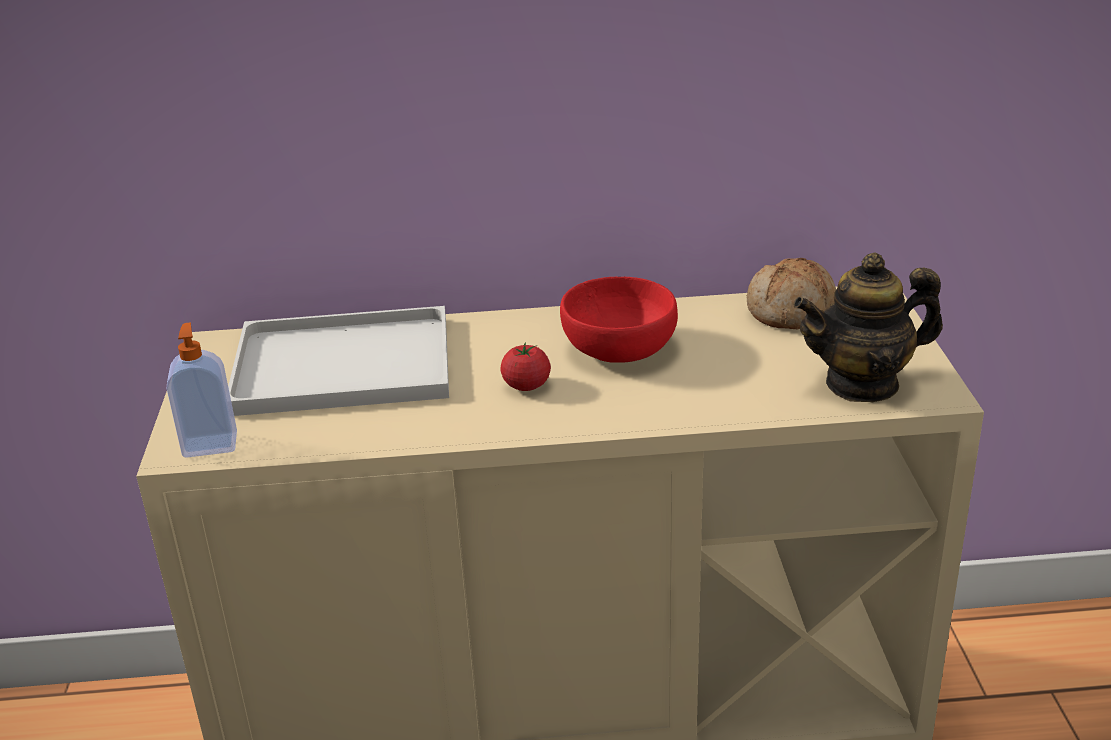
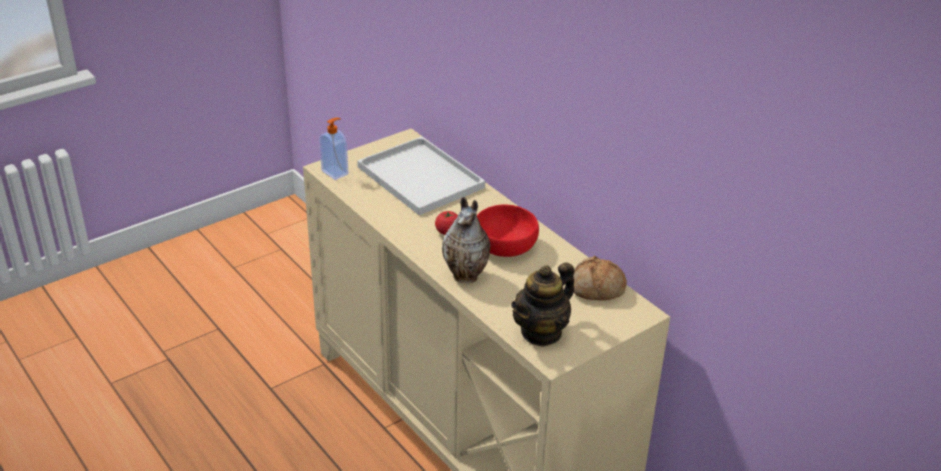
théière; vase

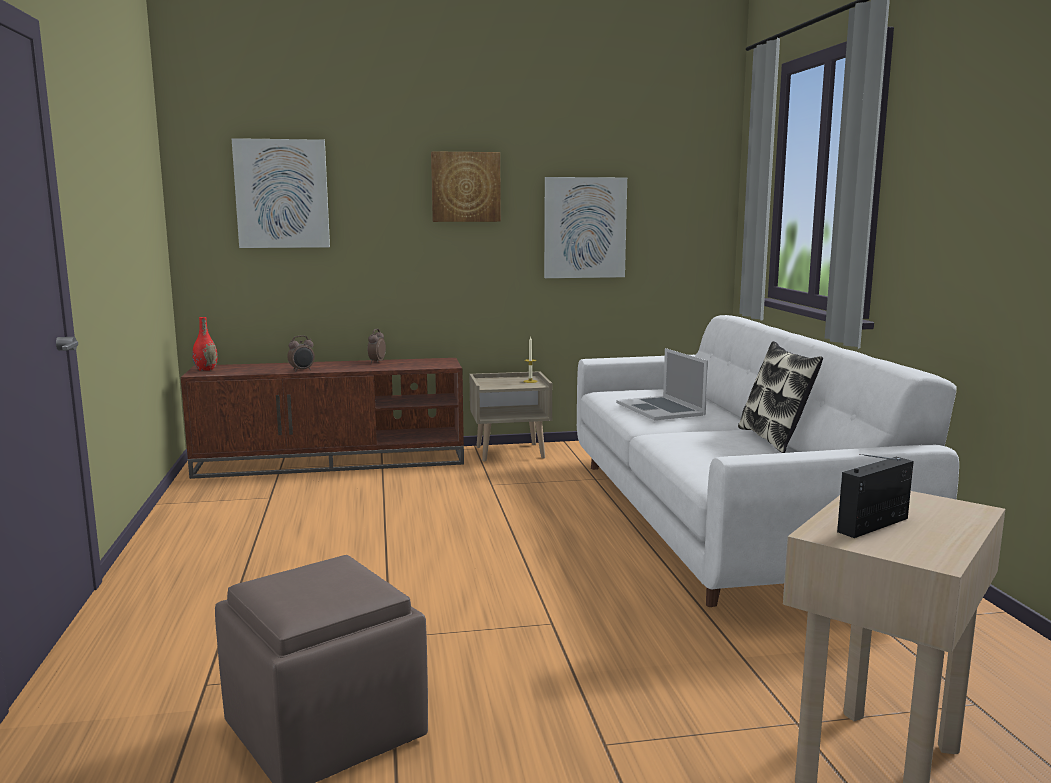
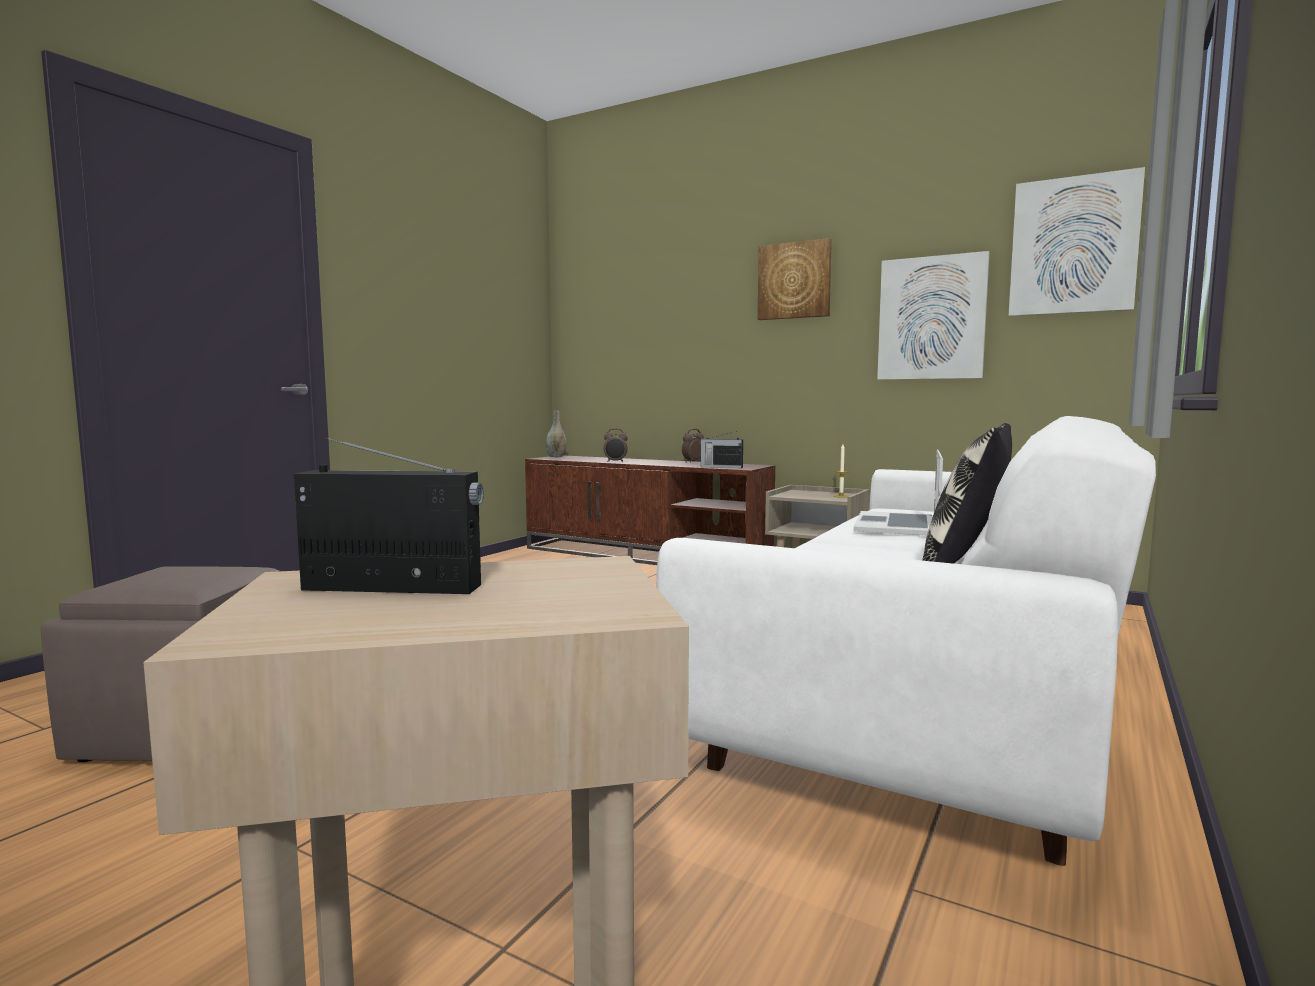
tableau (no. 3 from left); vase (gris); radio (no. 2 from left)

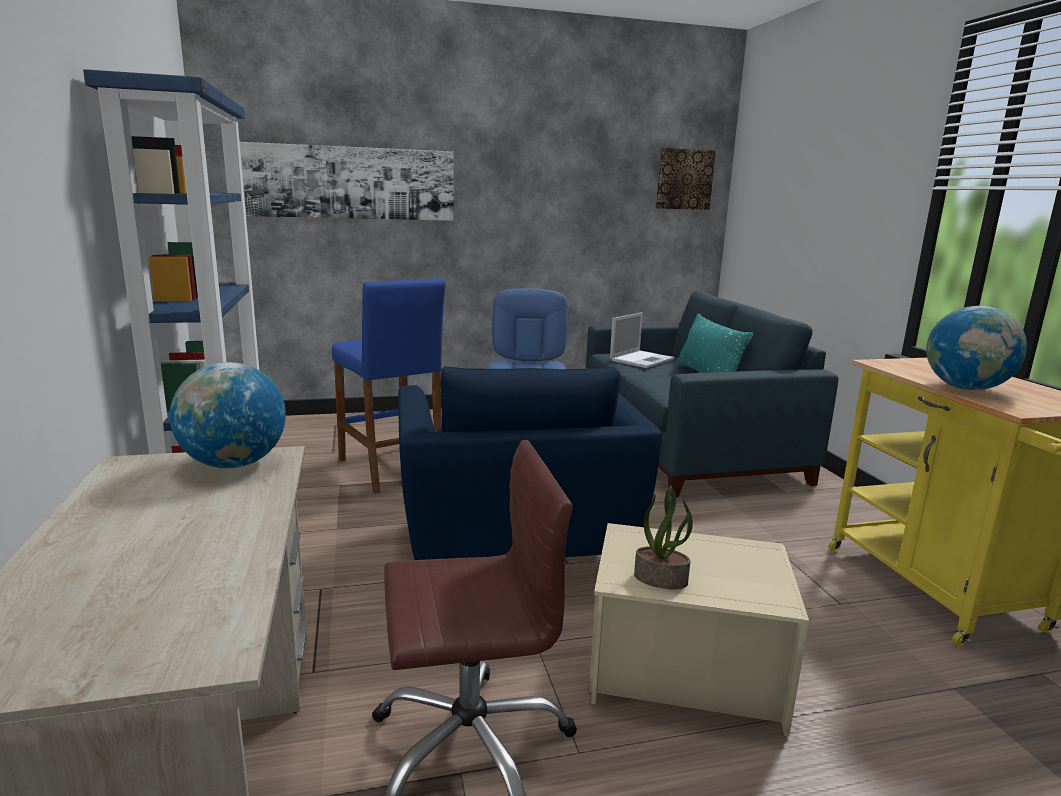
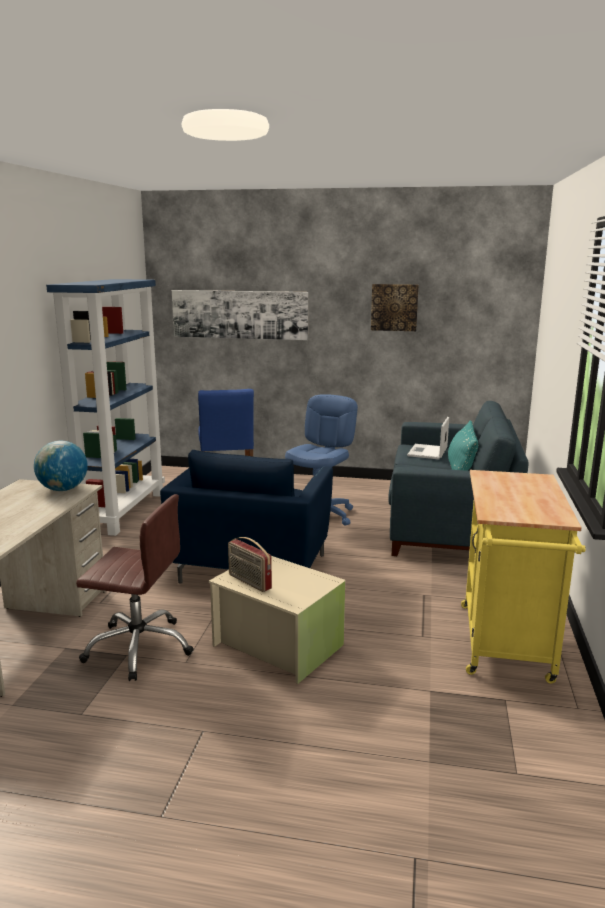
tableau (no. 2 from left); globe (no. 2 from left in the first image); ordinateur portable; radio

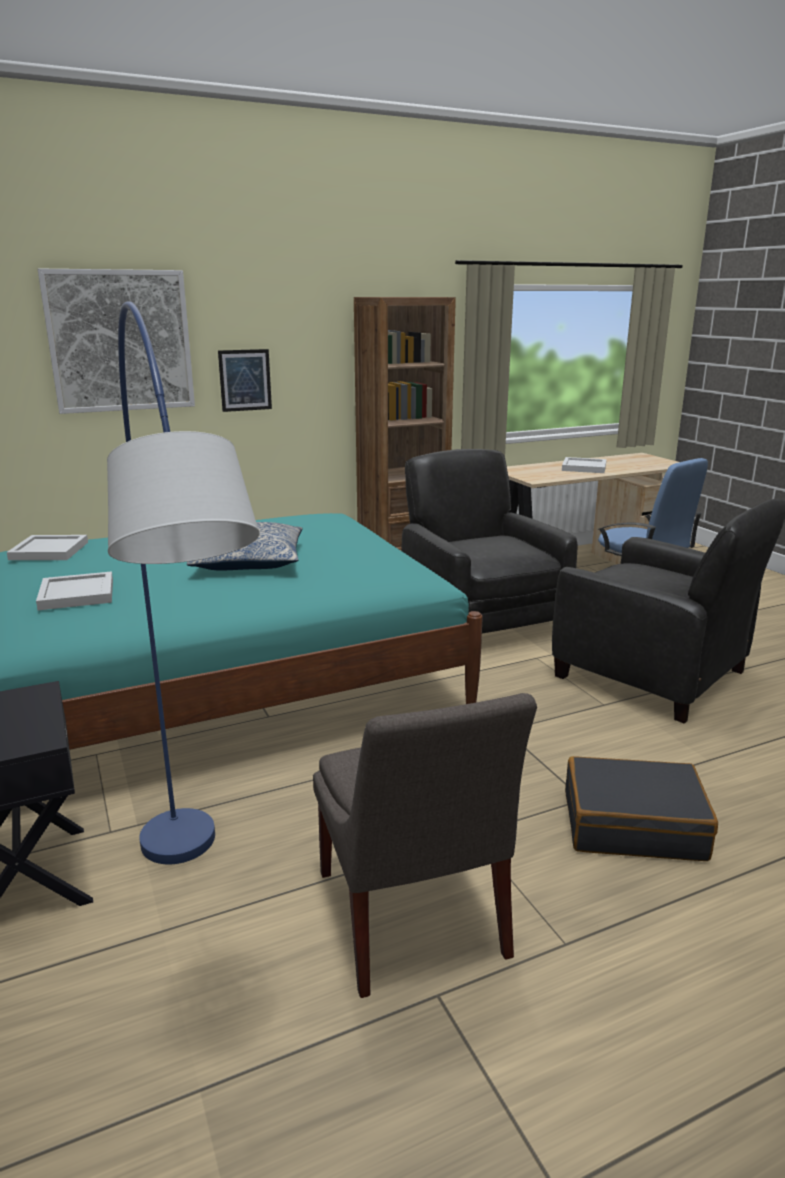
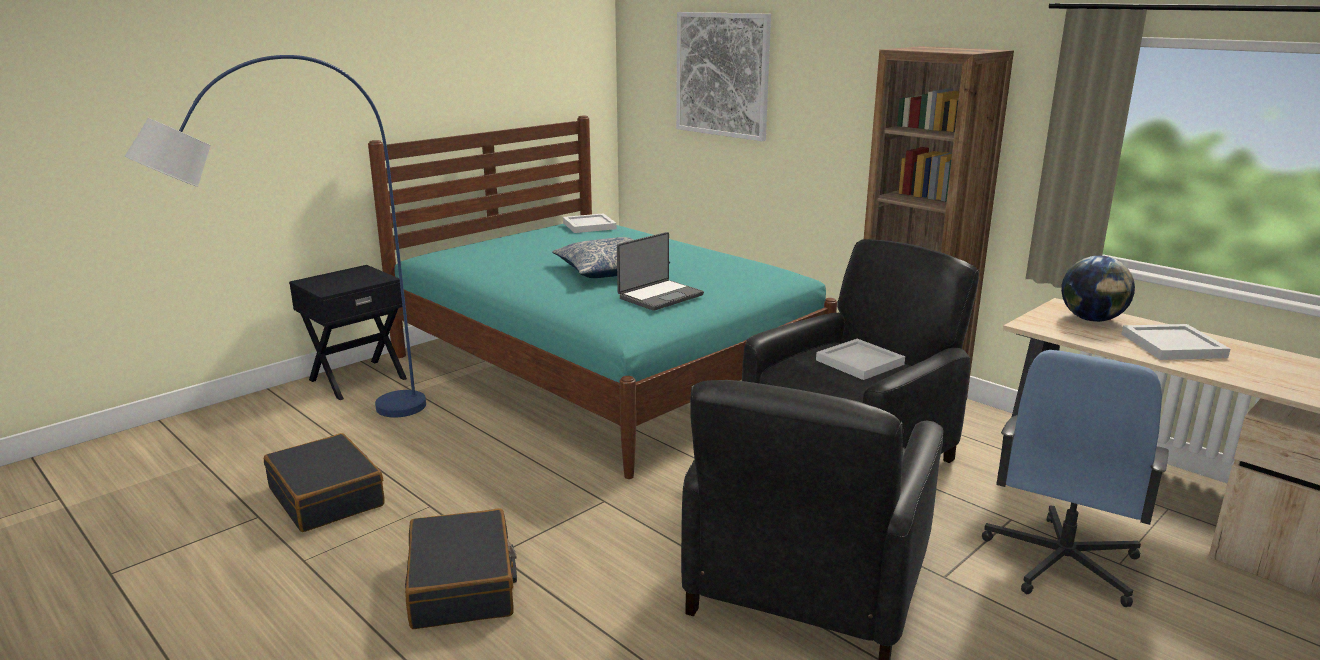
tableau (no. 2 from left in the first image); plateau (blanc) (no. 2 from left); valise (noir) (no. 1 from left); ordinateur portable; globe

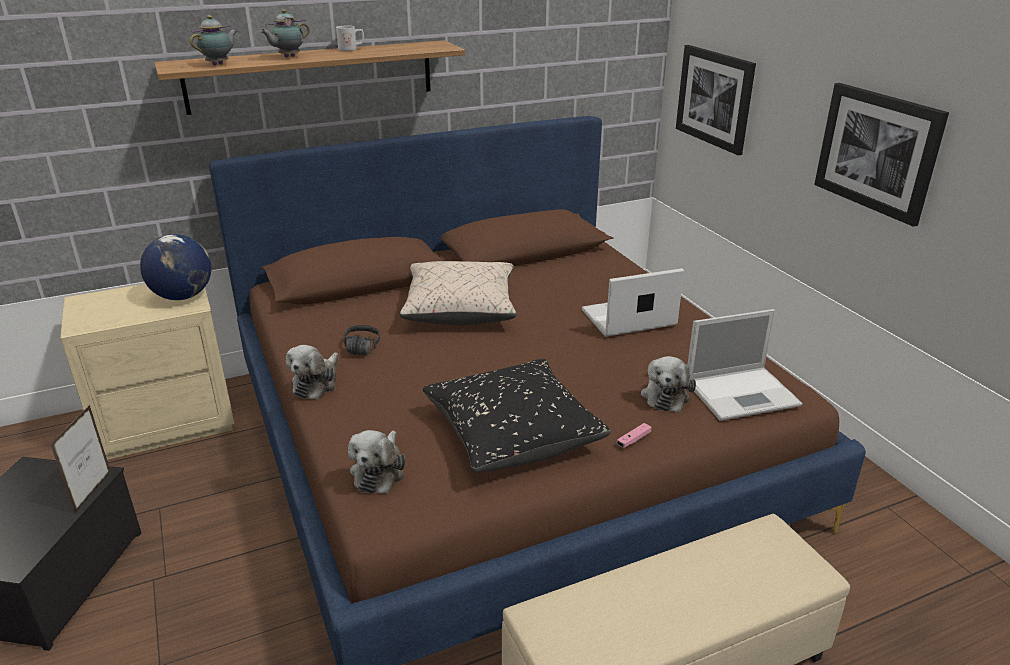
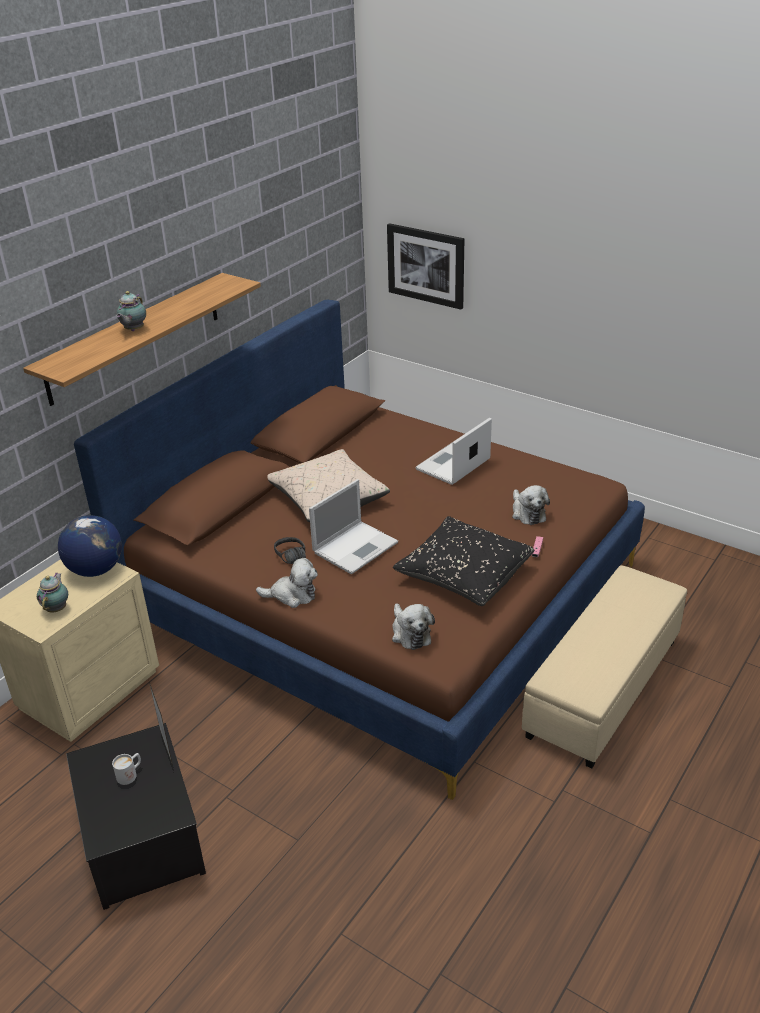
théière (no. 1 from left); mug (blanc); tableau (no. 2 from left in the first image); ordinateur portable (no. 1 from left); peluche (no. 1 from left)

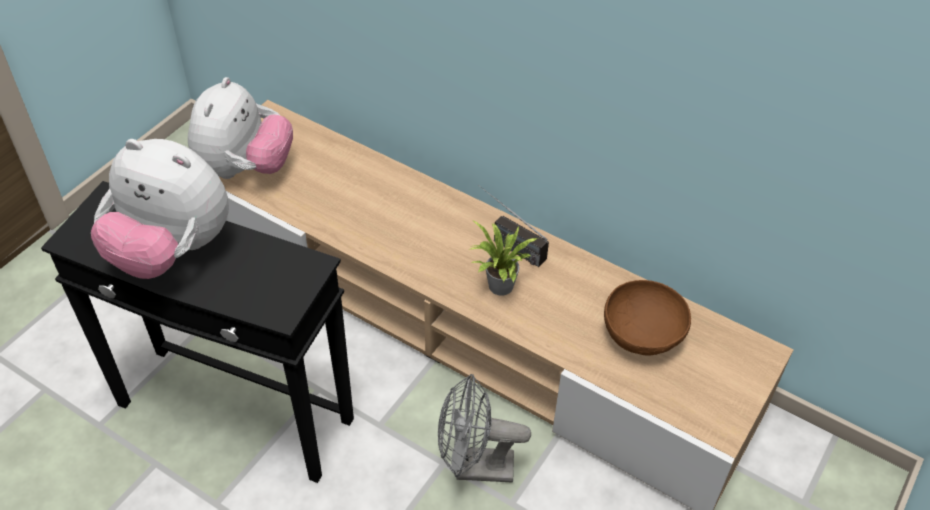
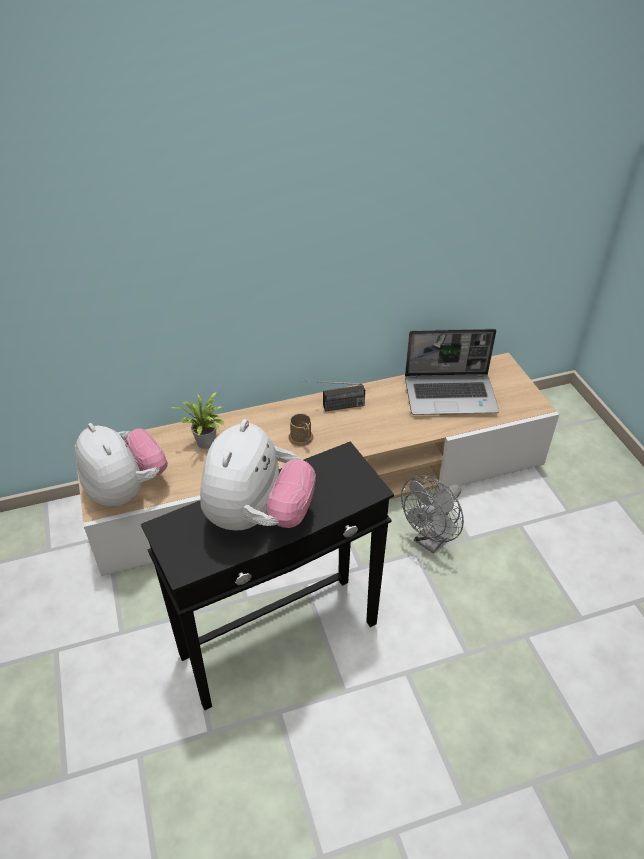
peluche (no. 2 from left); plante en pot; ordinateur portable; mug (marron)

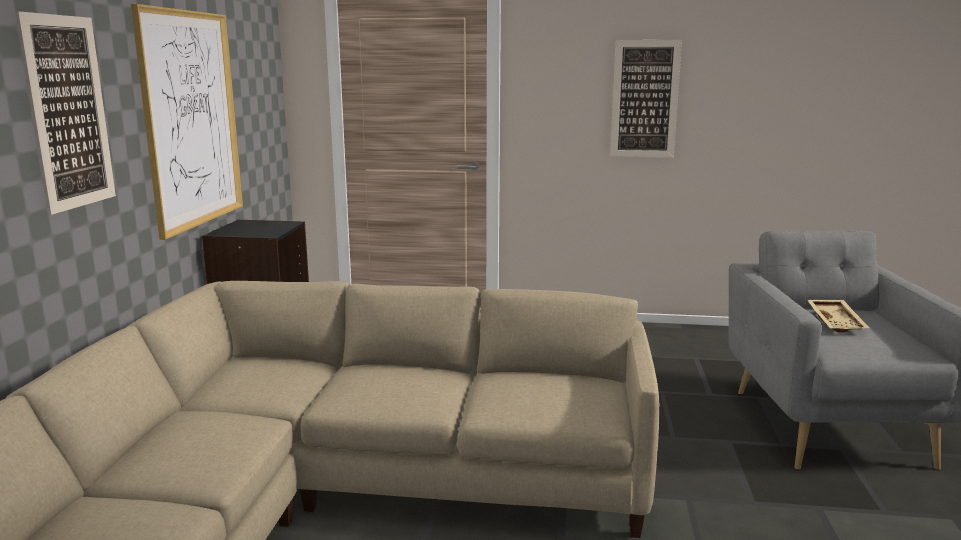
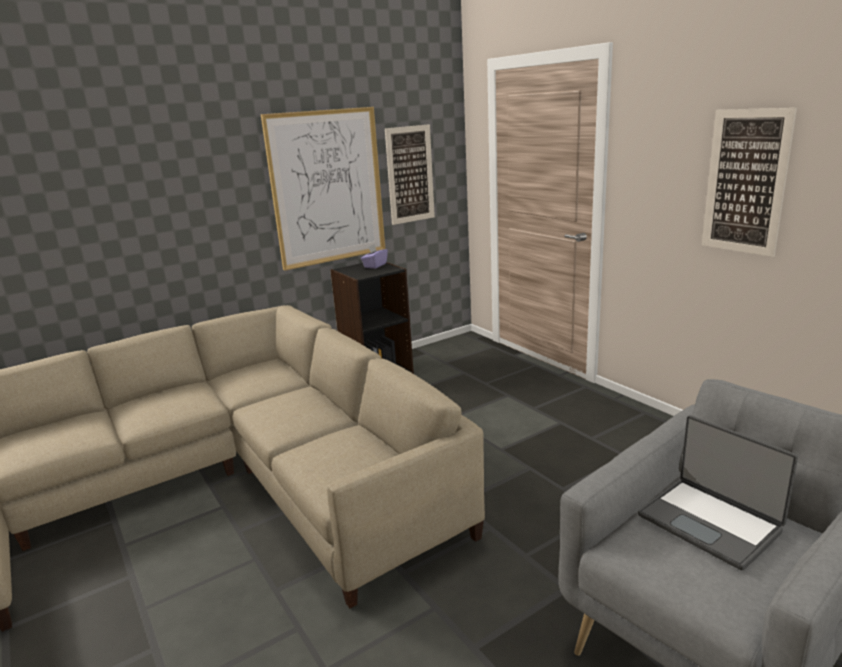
tableau (no. 2 from left); ordinateur portable; boîte à mouchoirs (violet)

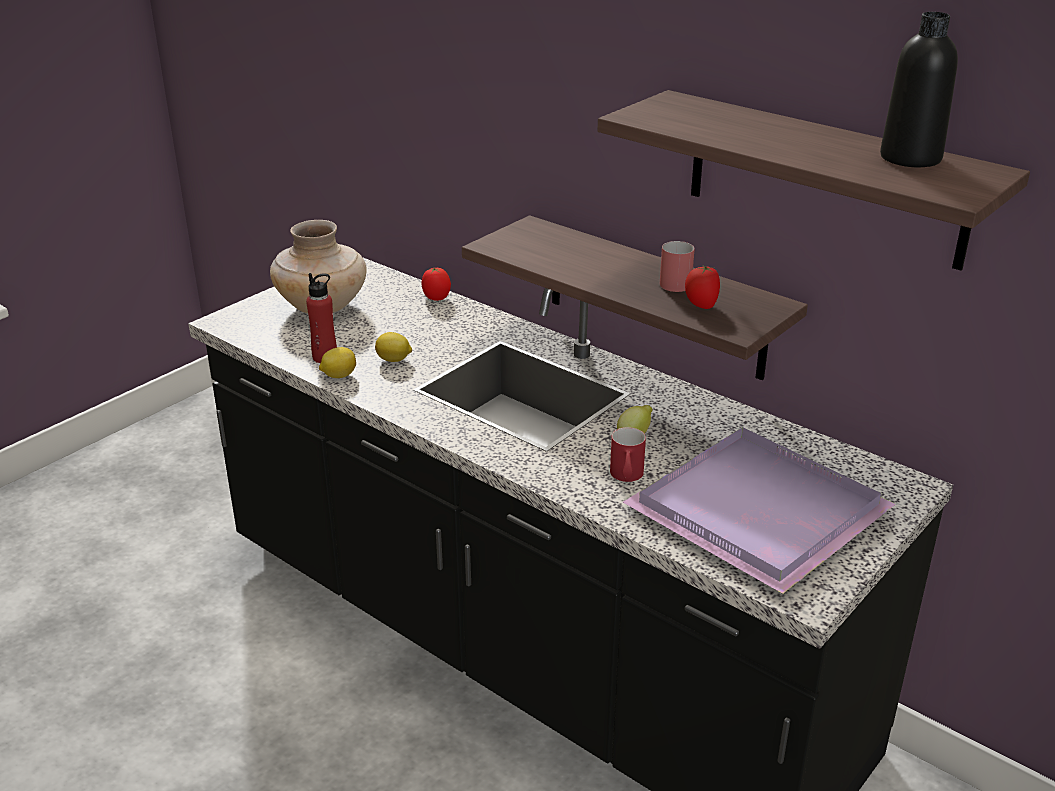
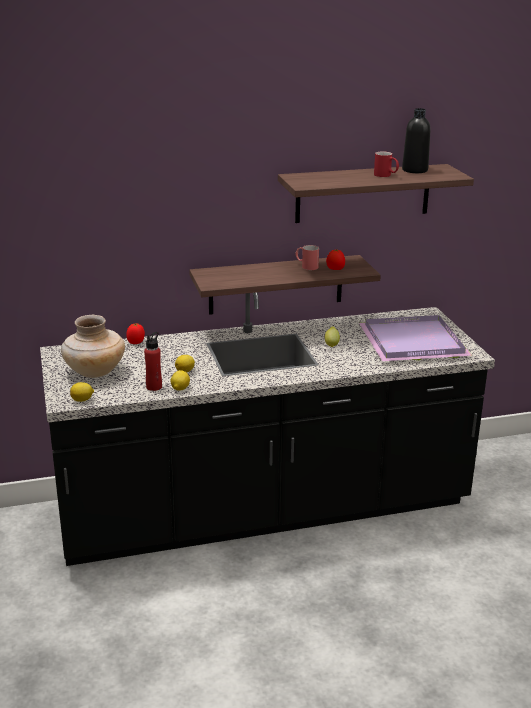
mug (rouge) (no. 2 from left); citron (no. 1 from left)

